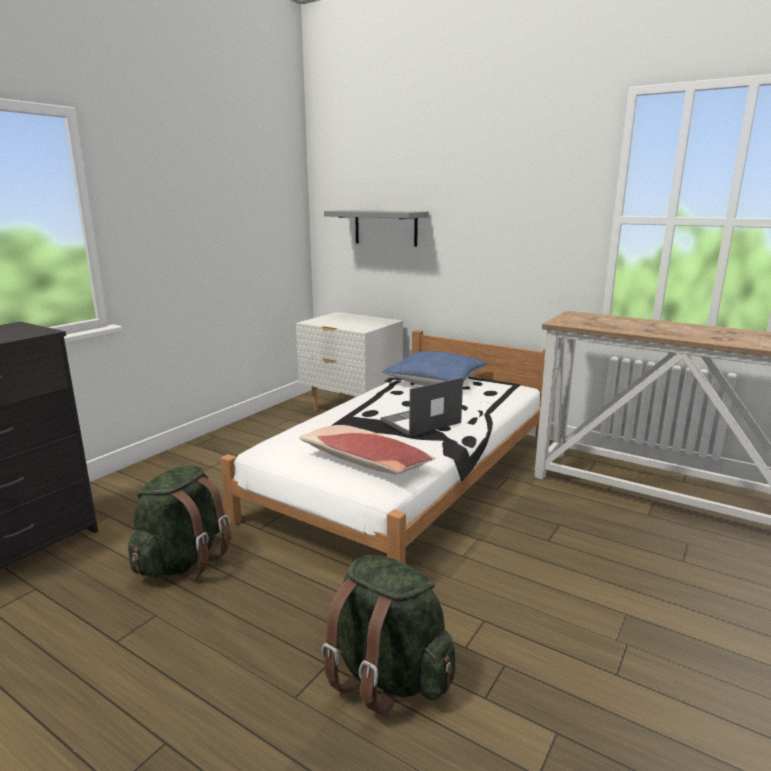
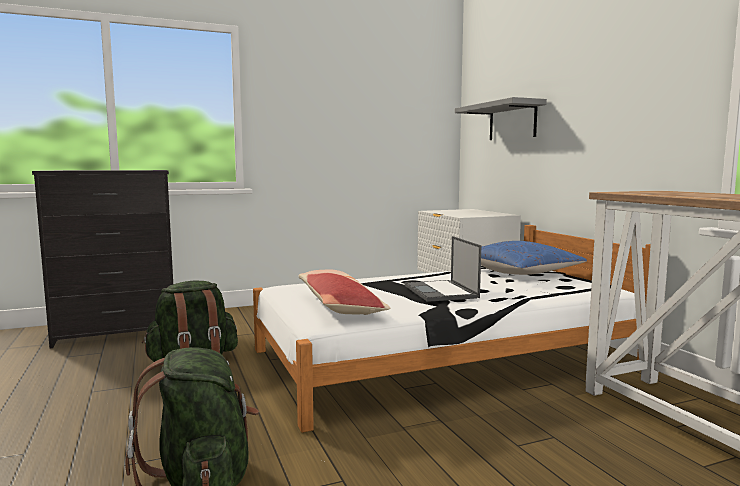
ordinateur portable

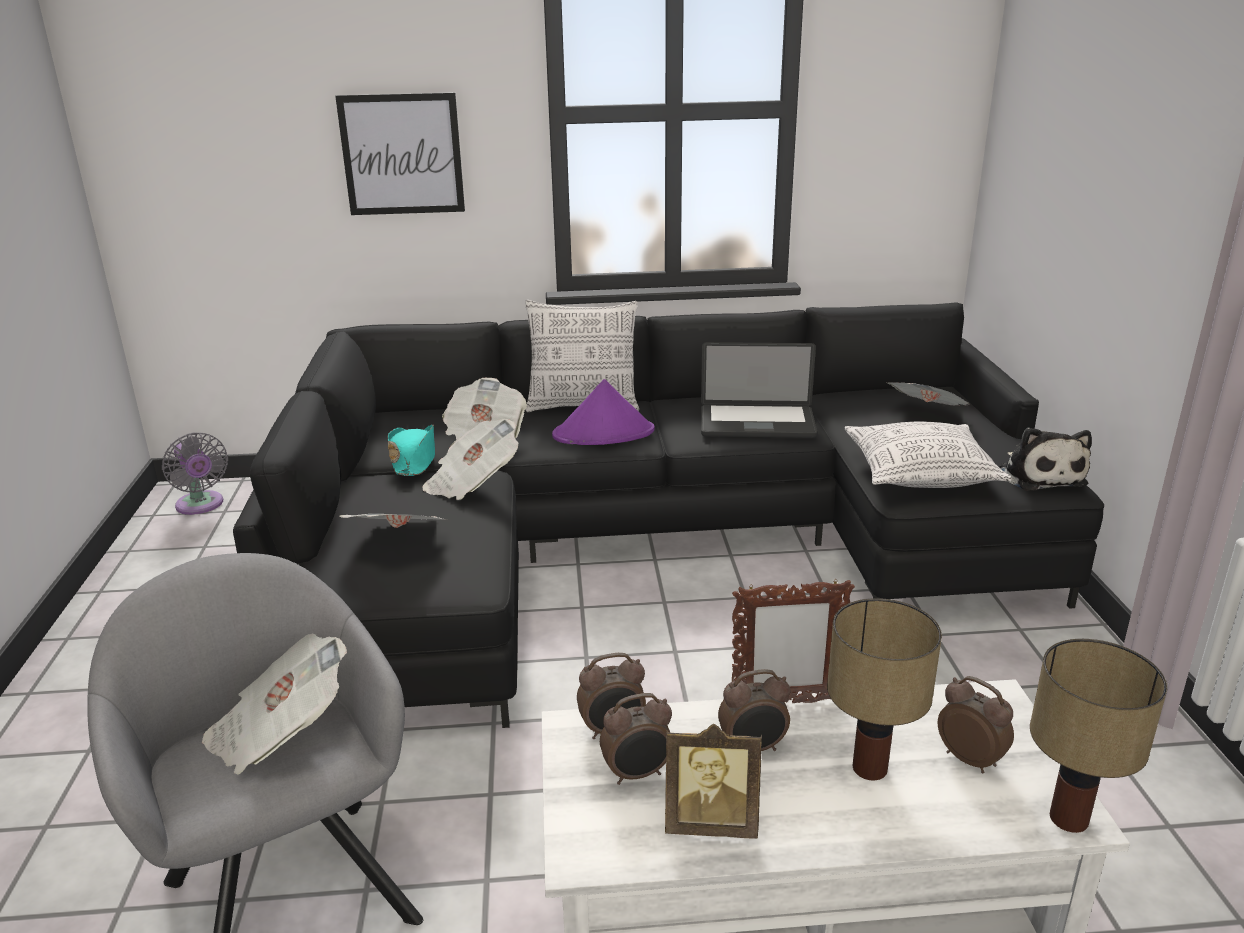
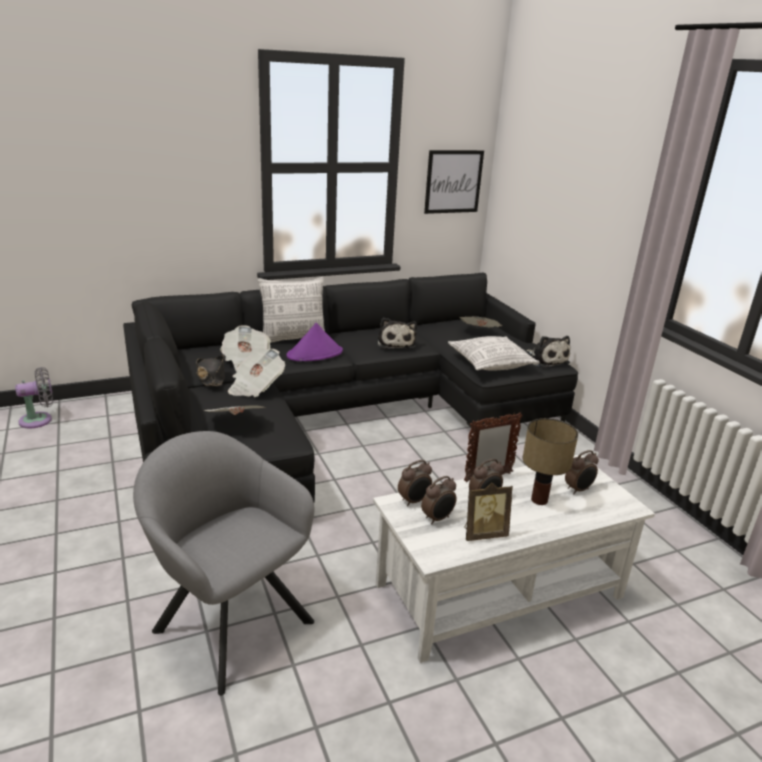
tableau; peluche (no. 1 from left); chapeau (noir); ventilateur (gris); journal (no. 1 from left in the first image); lampe de table (no. 2 from left in the first image); réveil (no. 4 from left)

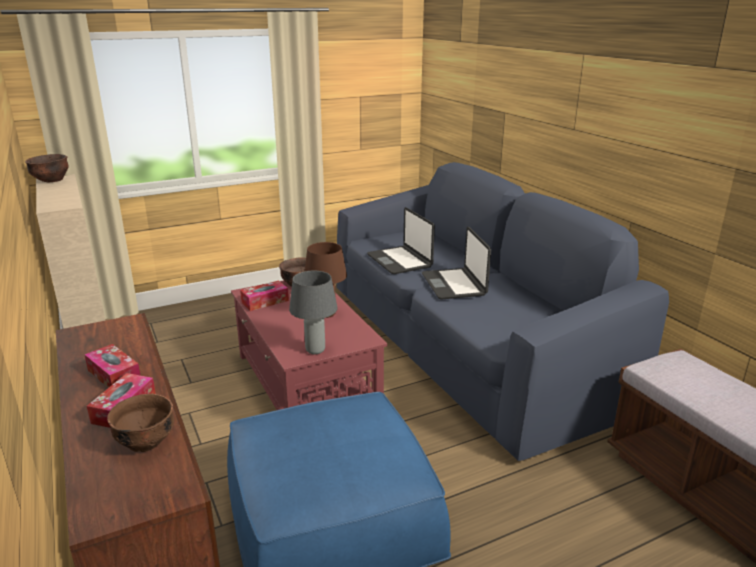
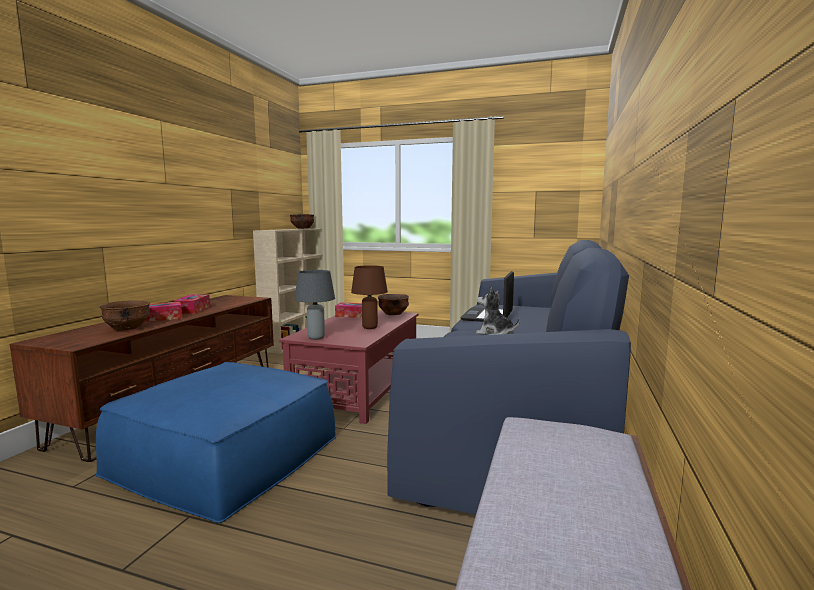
peluche

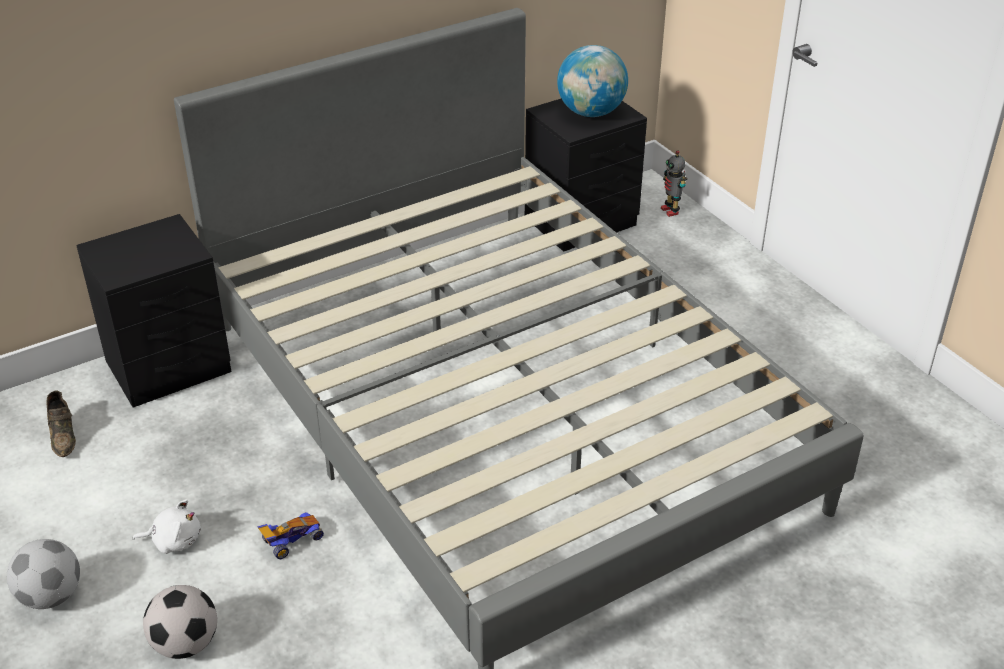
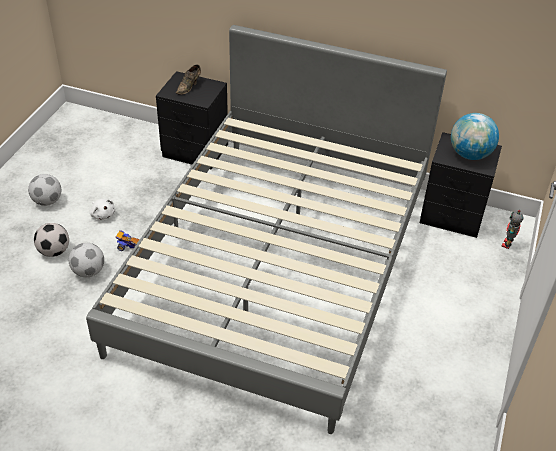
chaussure (marron); ballon de foot (no. 3 from left)

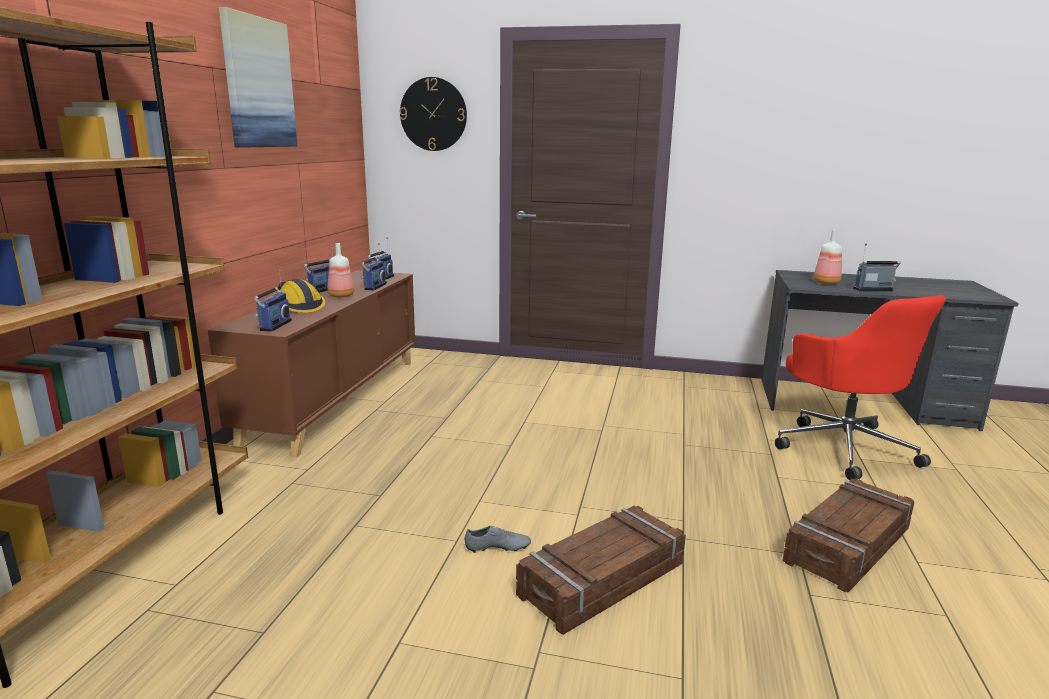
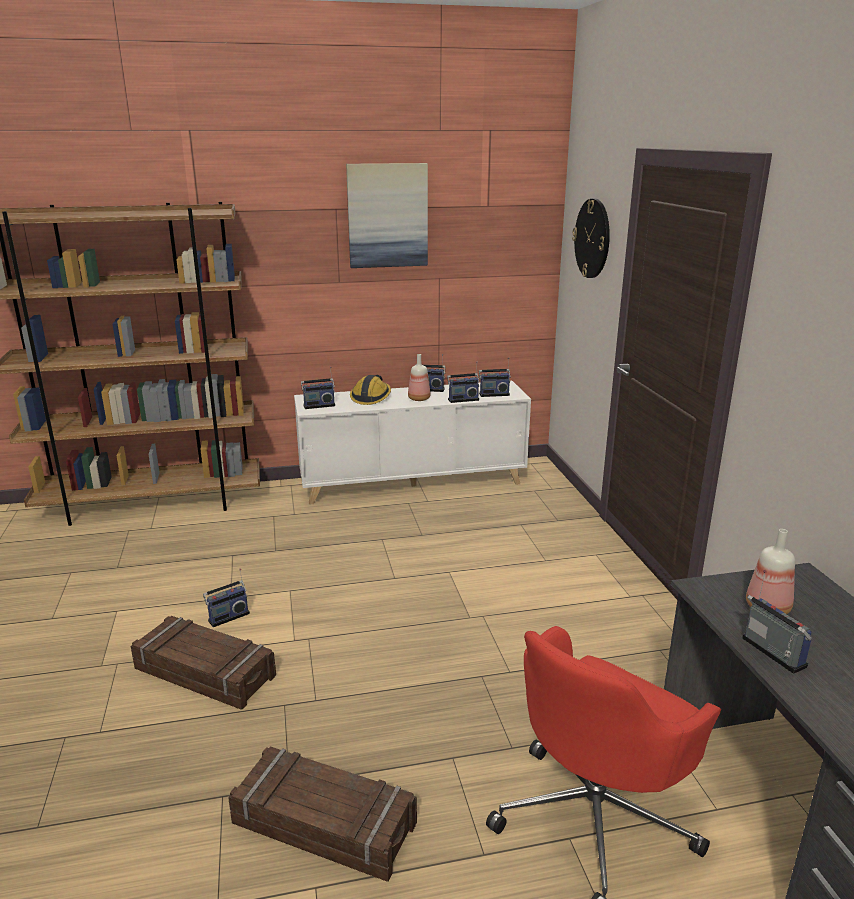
meuble de rangement (blanc); radio (no. 1 from left)

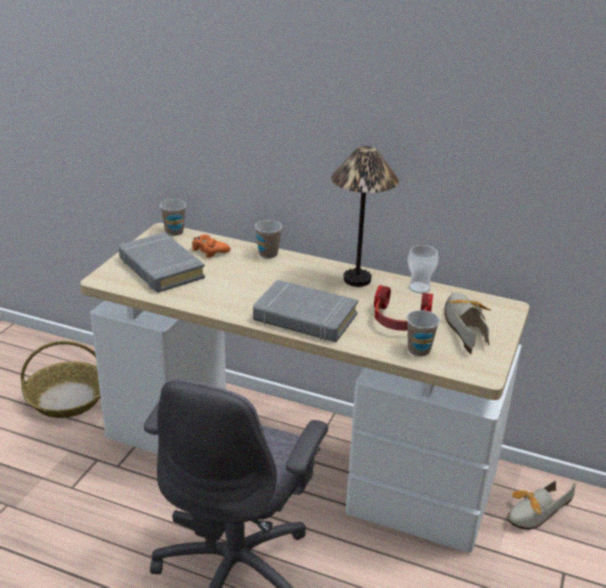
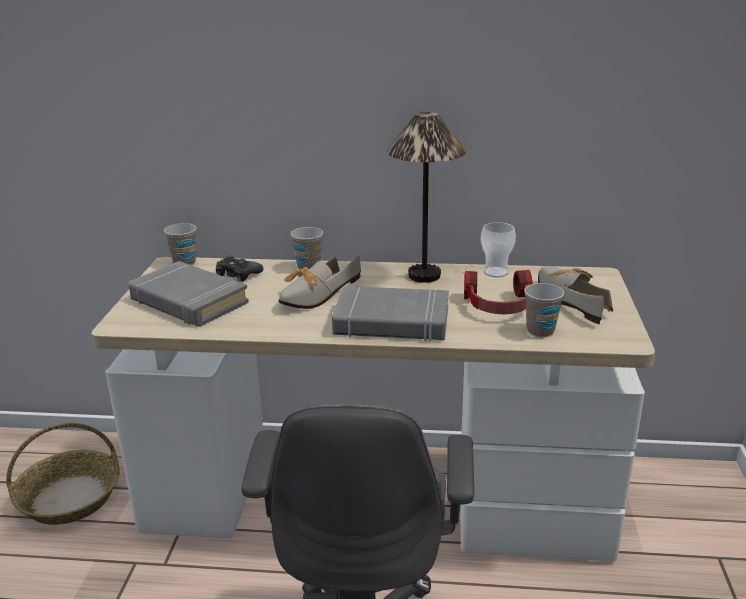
manette (noir); chaussure (no. 1 from left)

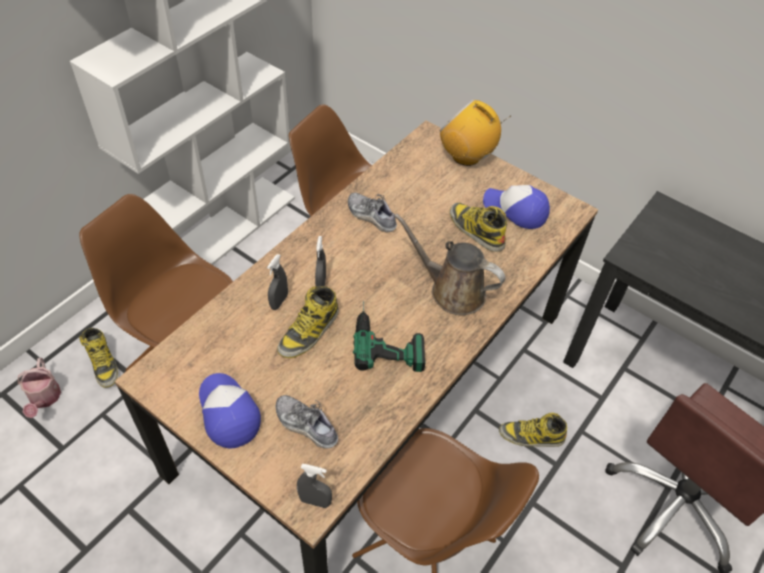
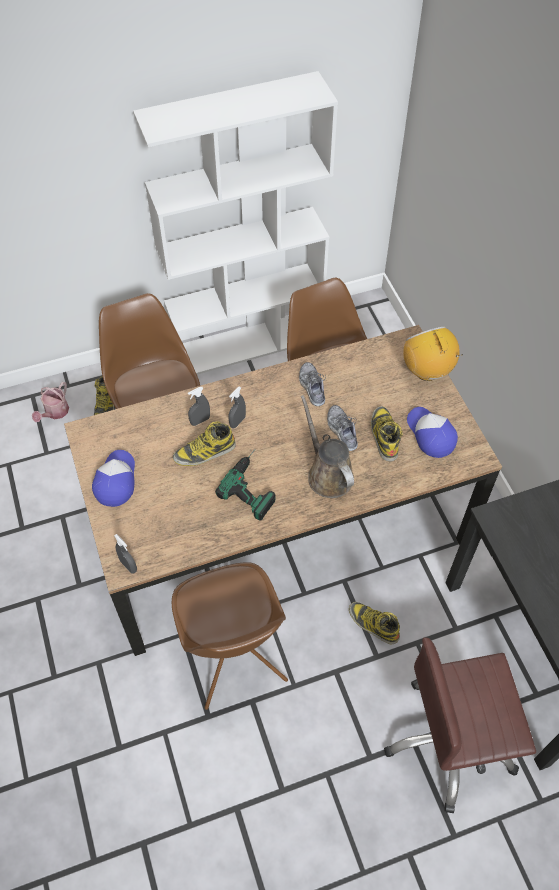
chaussure (no. 2 from left)

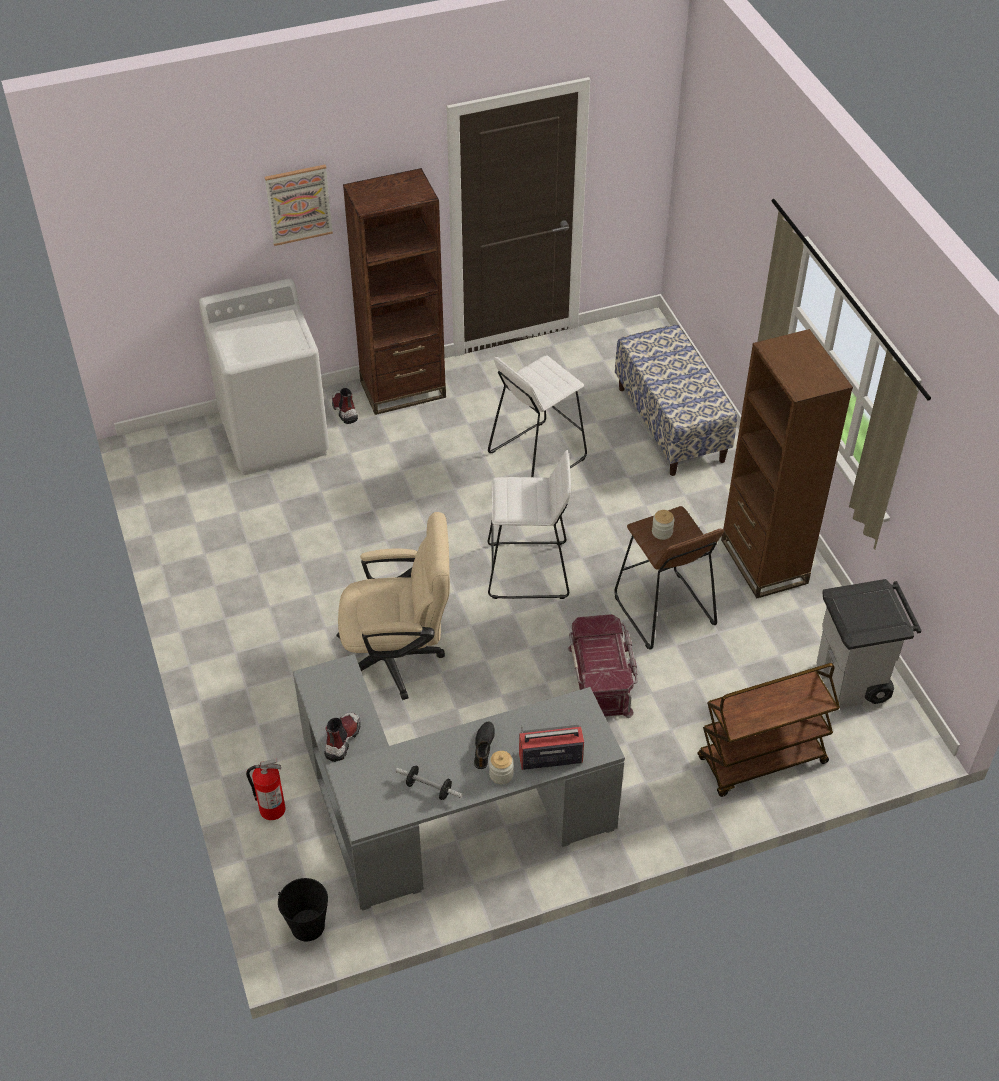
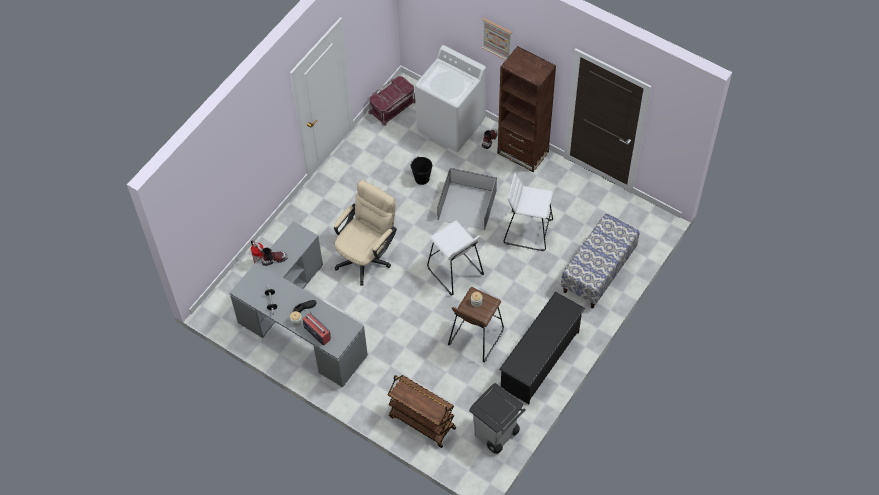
étagère à chaussures (noir); chaise de bureau (beige); boîte de rangement (rouge); seau (noir); boîte de rangement (gris)

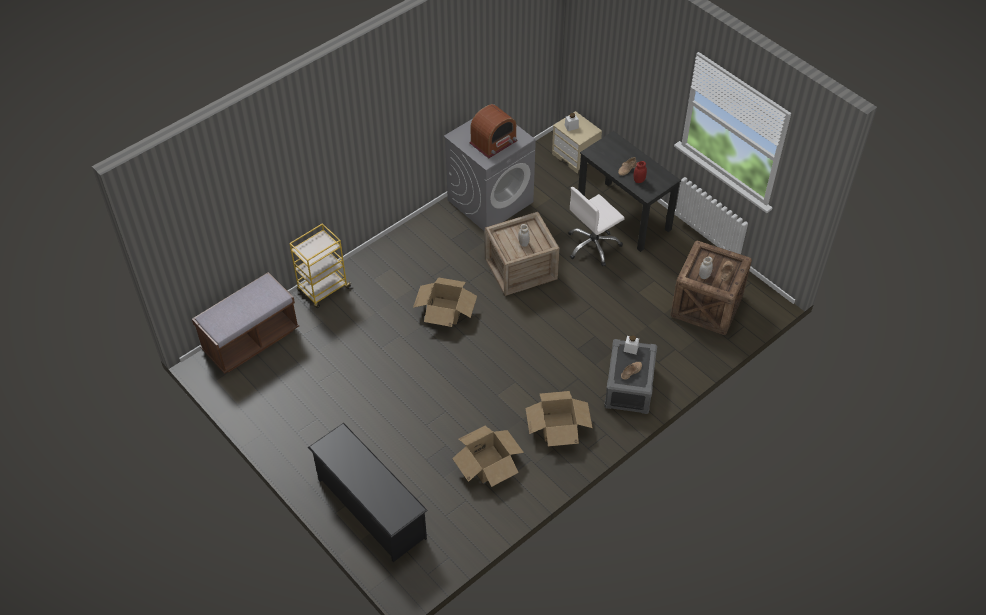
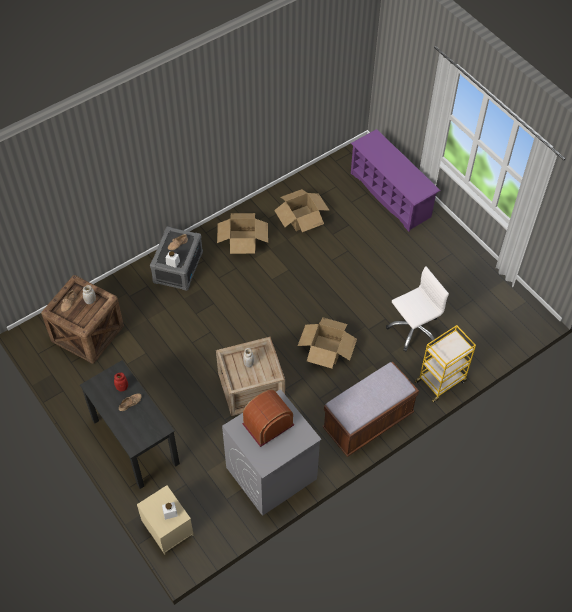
chaise de bureau (blanc); banc (marron); étagère à chaussures (violet)

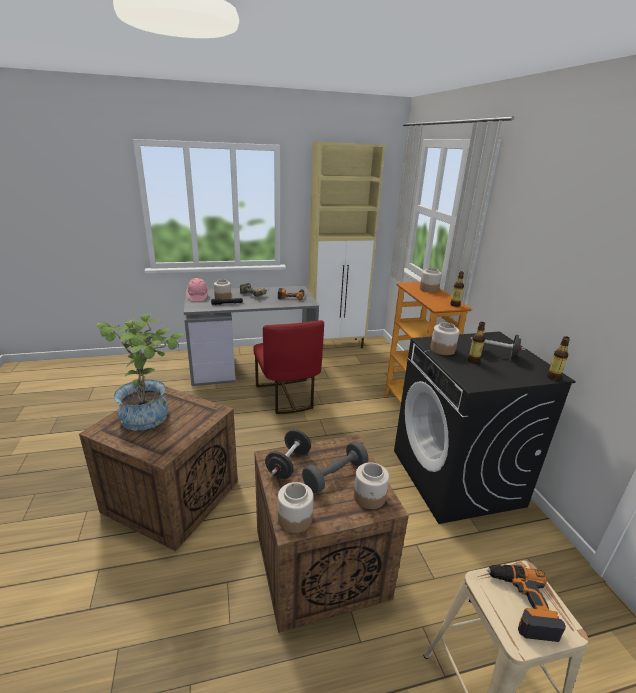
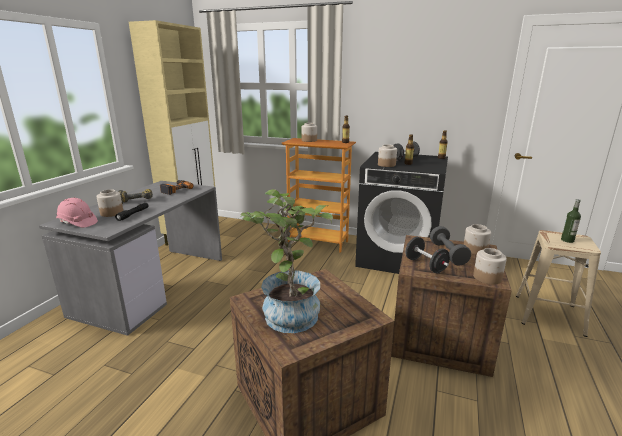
chaise (rouge); bouteille (no. 4 from left)

